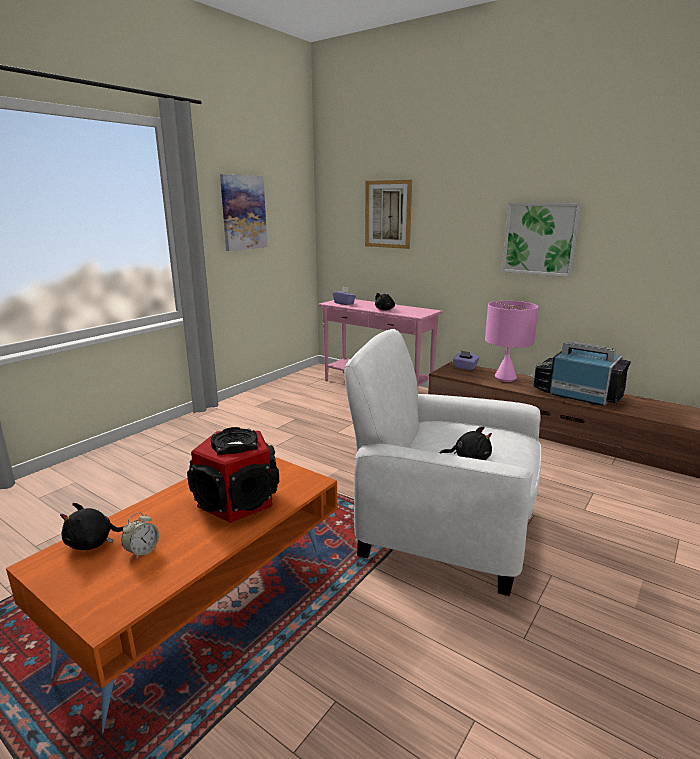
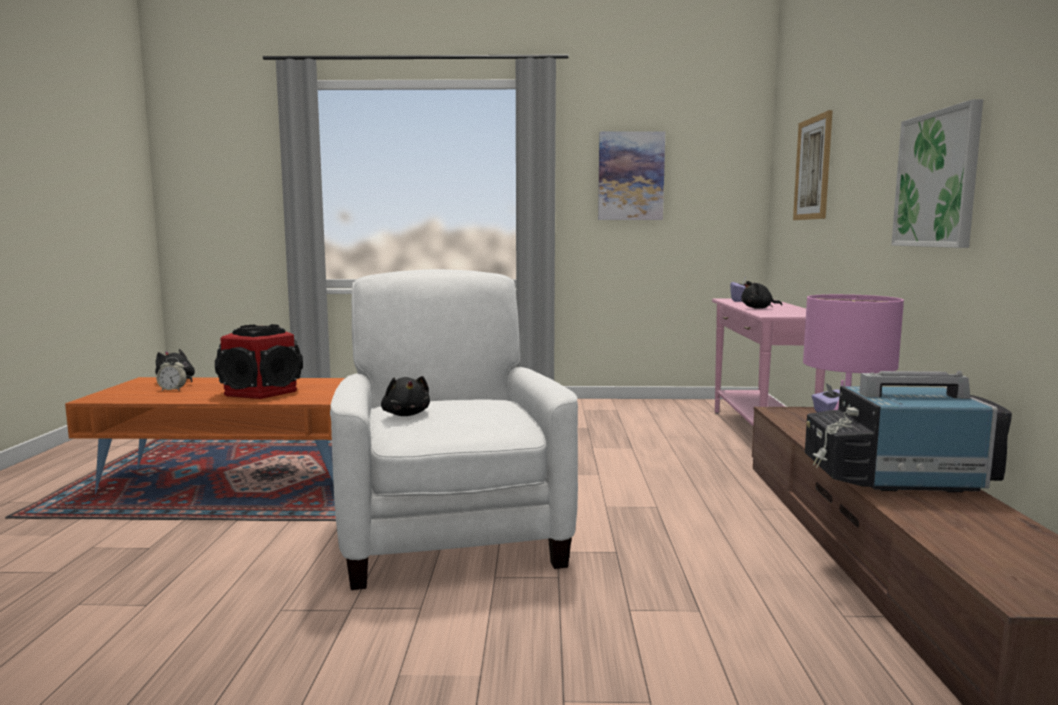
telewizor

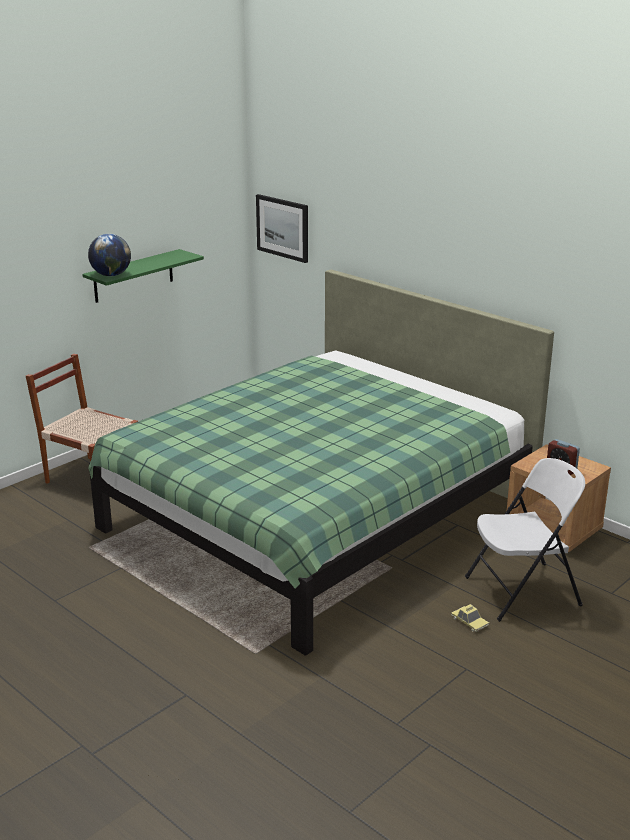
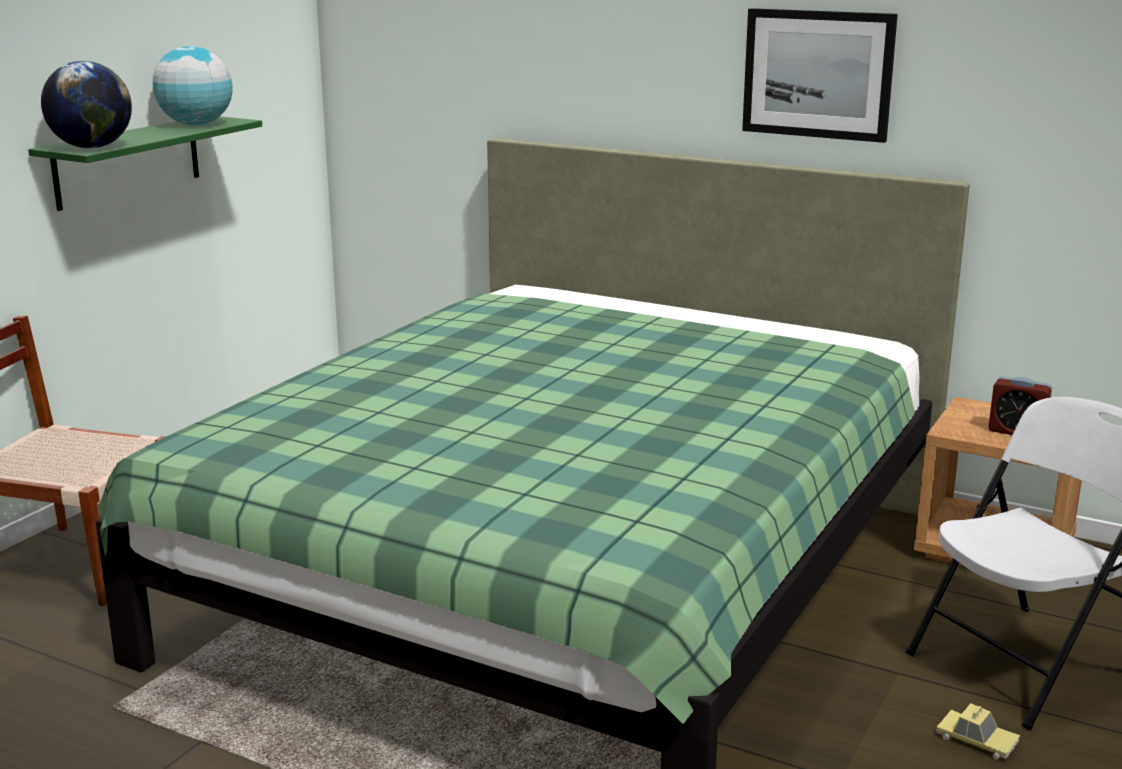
globus (2nd from left)
obraz

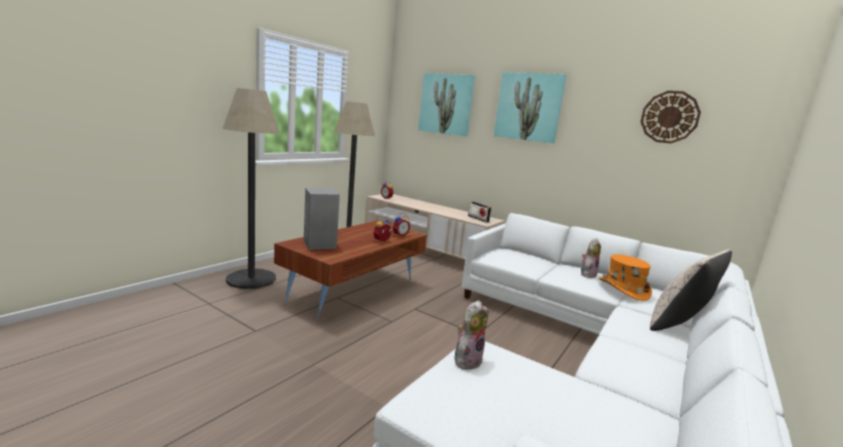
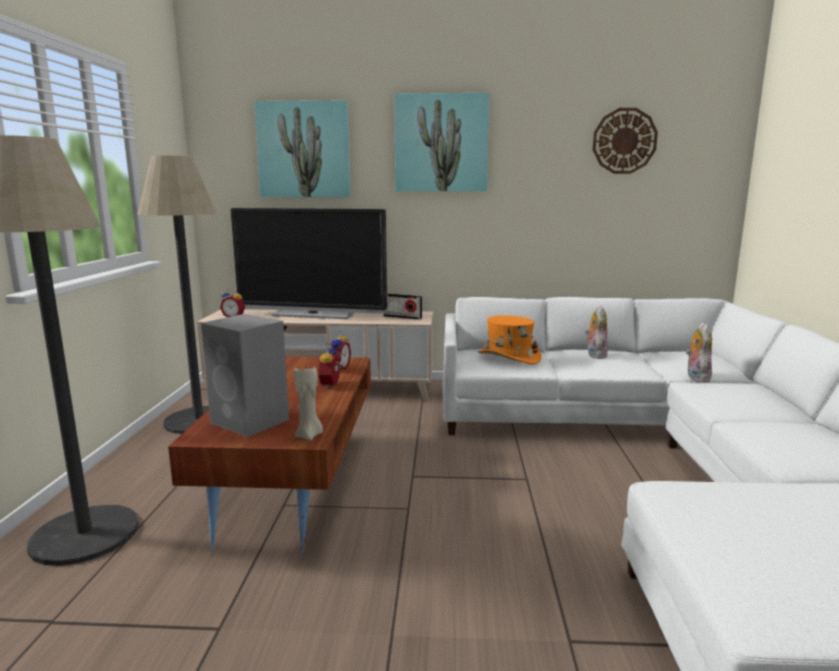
poduszka/beżowy
telewizor
świeca/beżowy
pluszak (2nd from left)
kapelusz/pomarańczowy

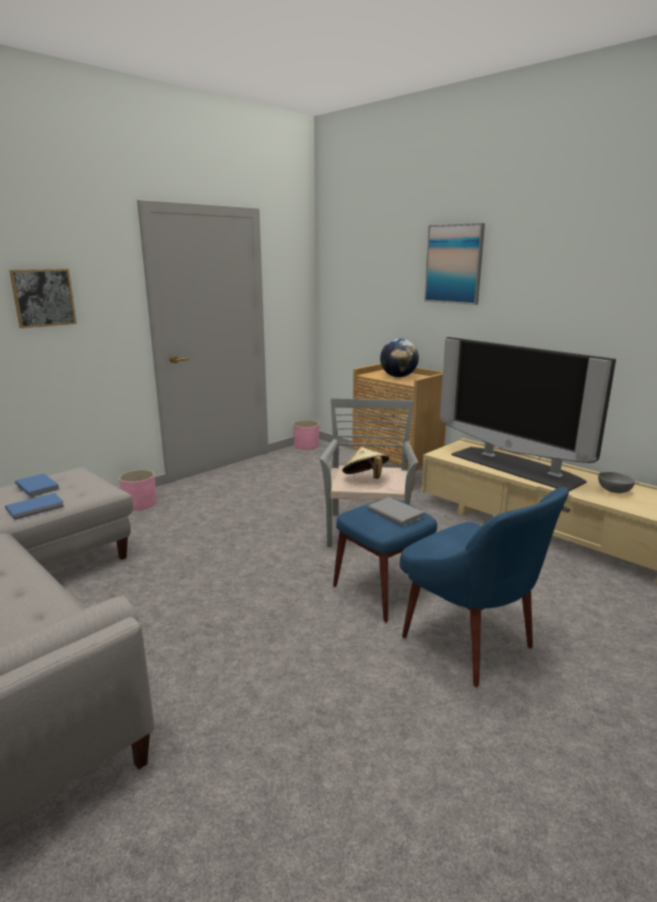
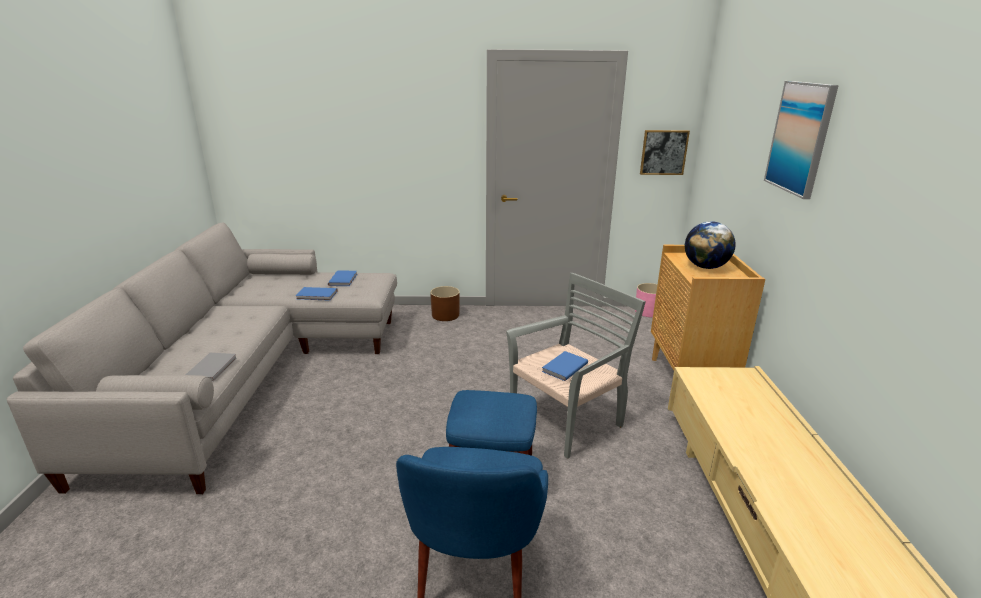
telewizor
miska/szary
obraz (1st from left)
książka/szary
książka/niebieski (3rd from left)
donica/brązowy

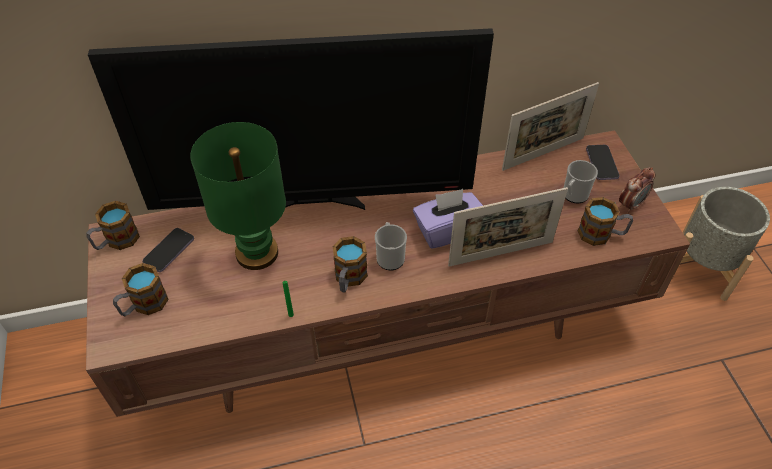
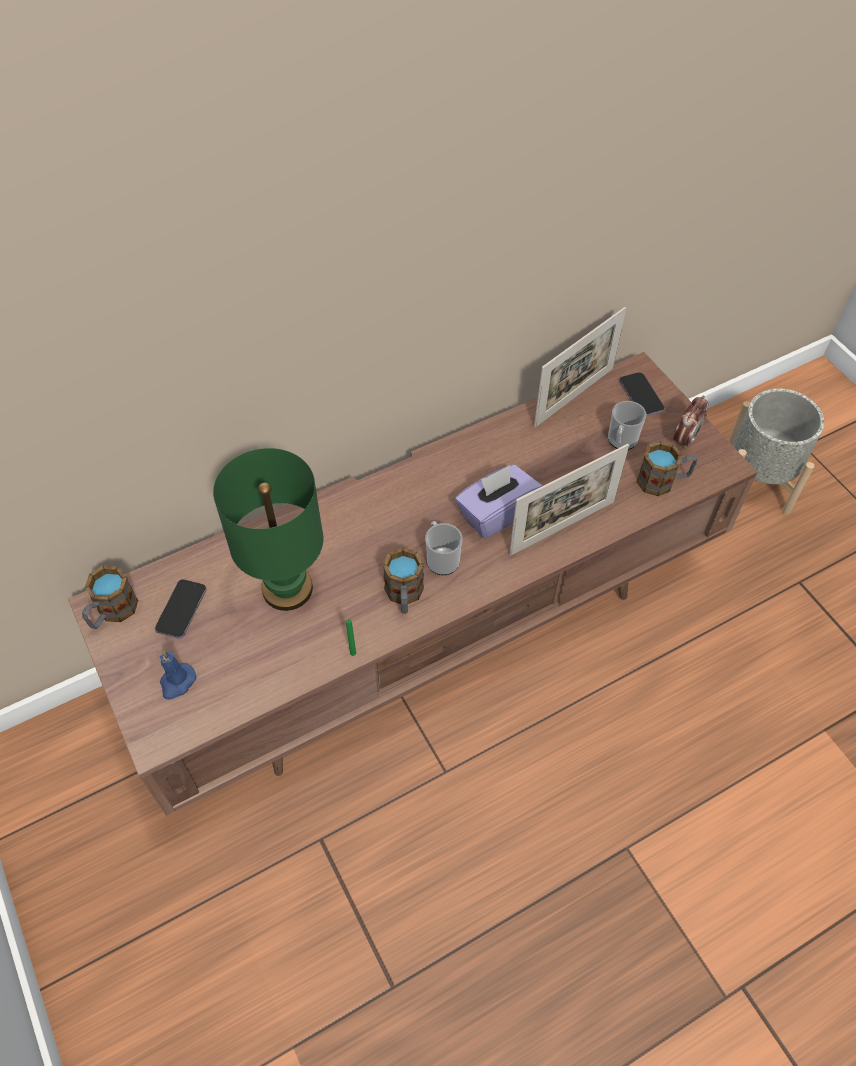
telewizor
świeca/niebieski

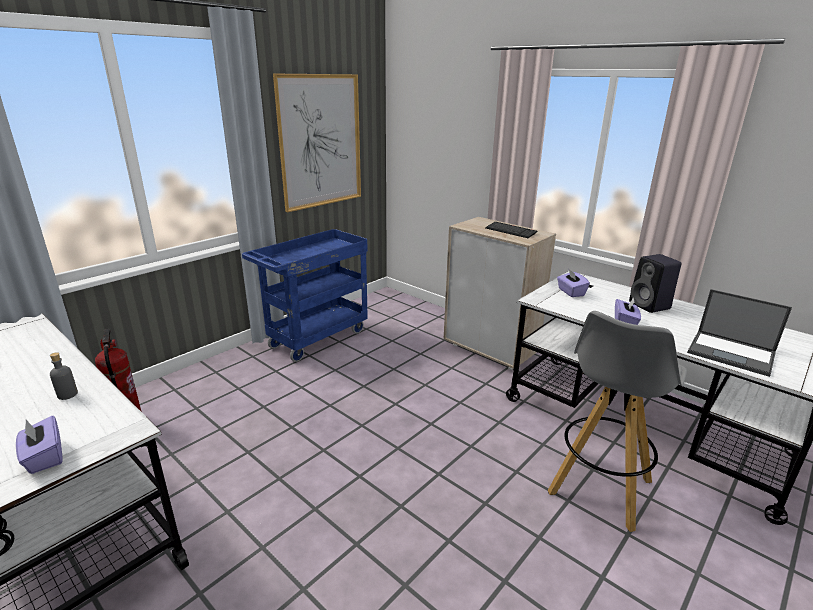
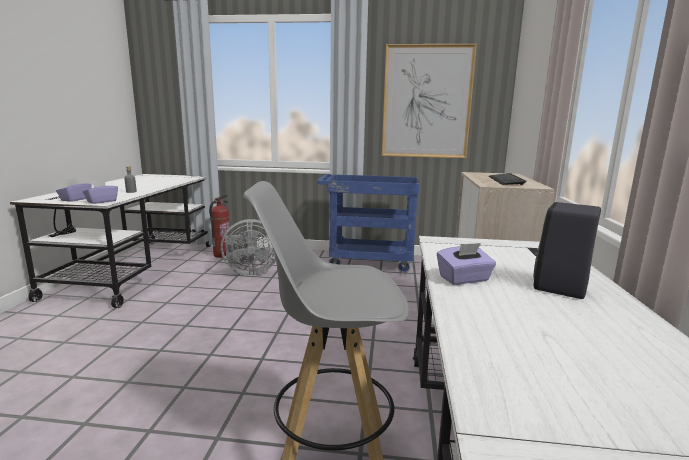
laptop
wentylator/szary
pudełko chusteczek/fioletowy (2nd from left)

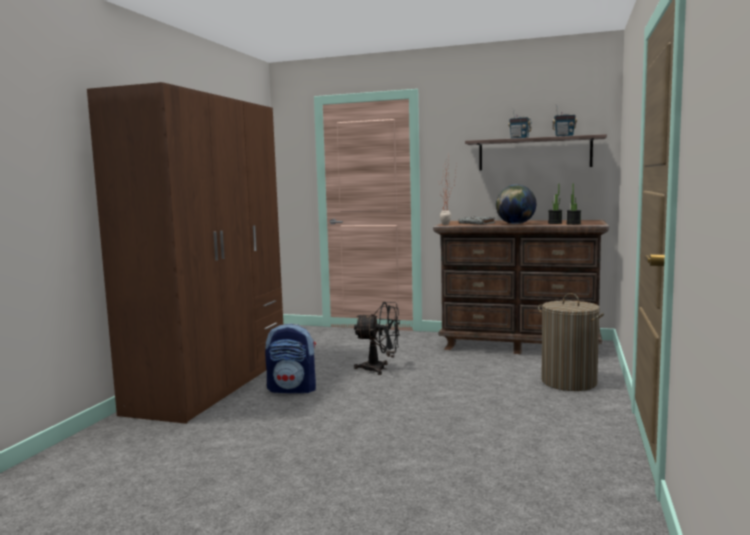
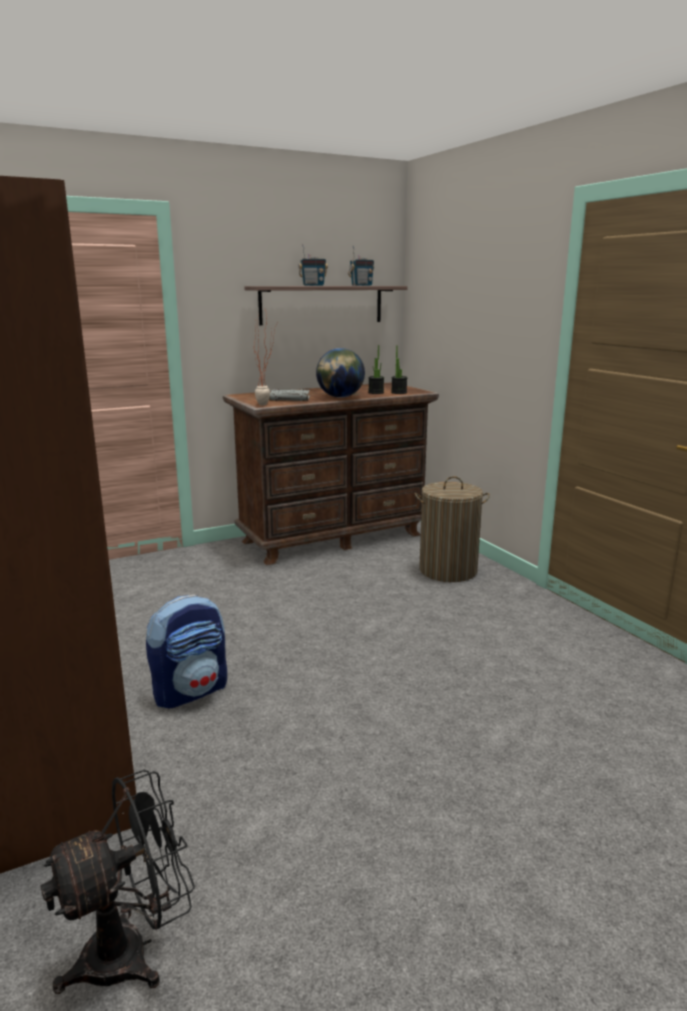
wentylator/czarny

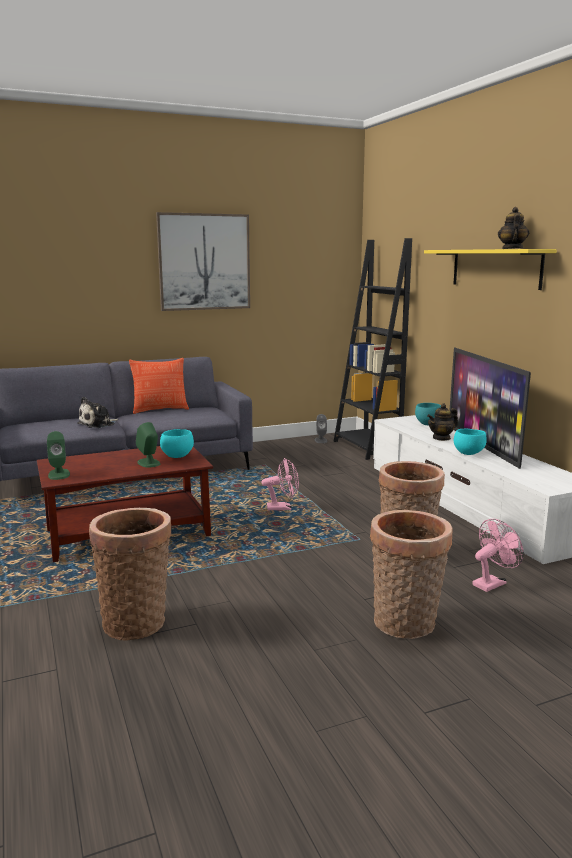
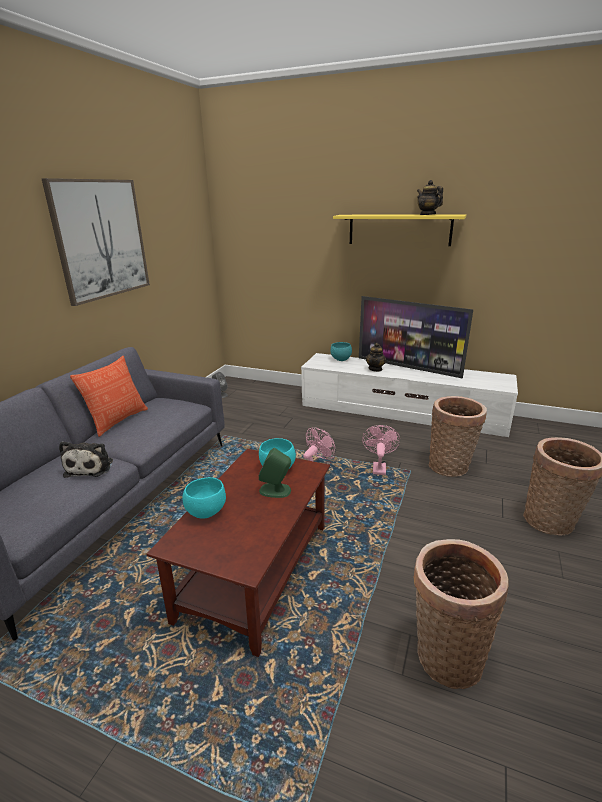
głośnik/zielony (1st from left in the first image)
regał/czarny
miska/turkusowy (1st from left)
wentylator/różowy (2nd from left)

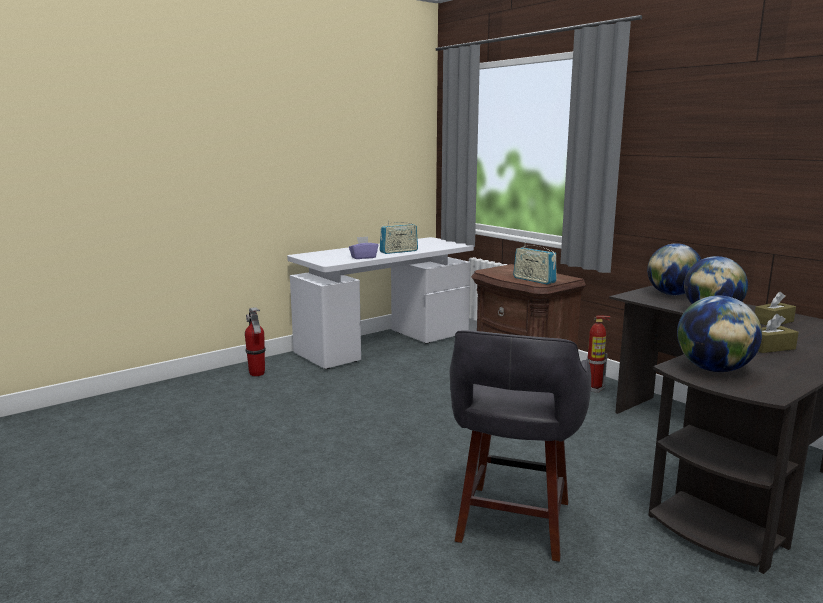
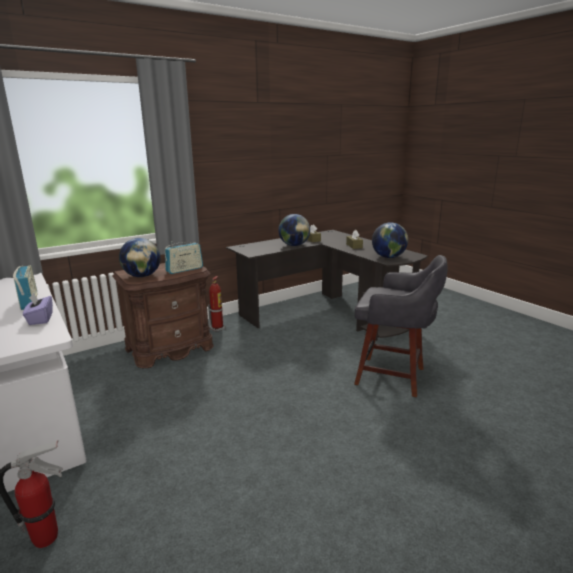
globus (1st from left)

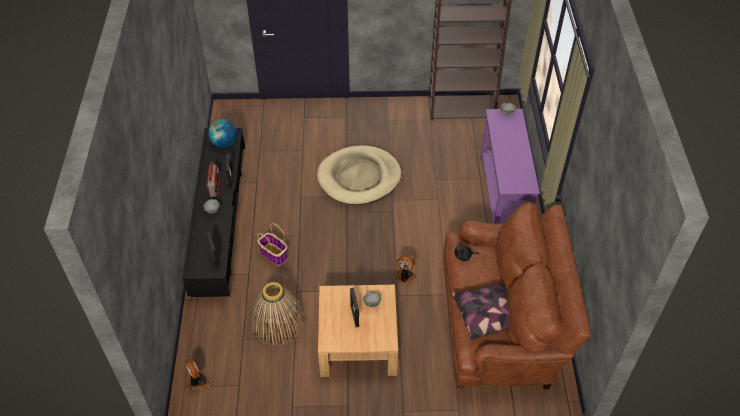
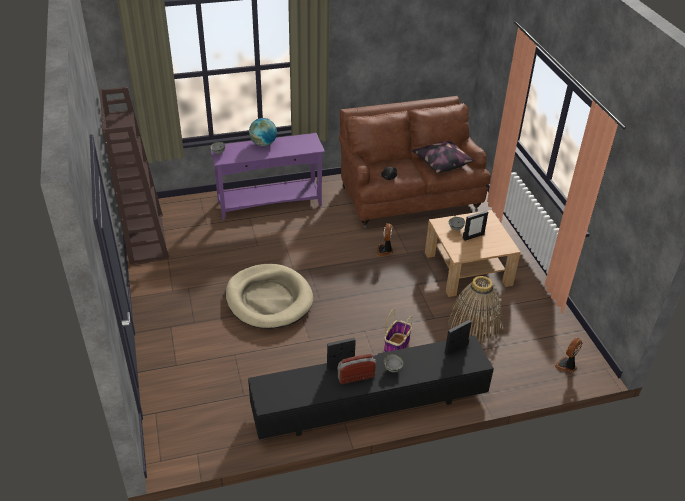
globus

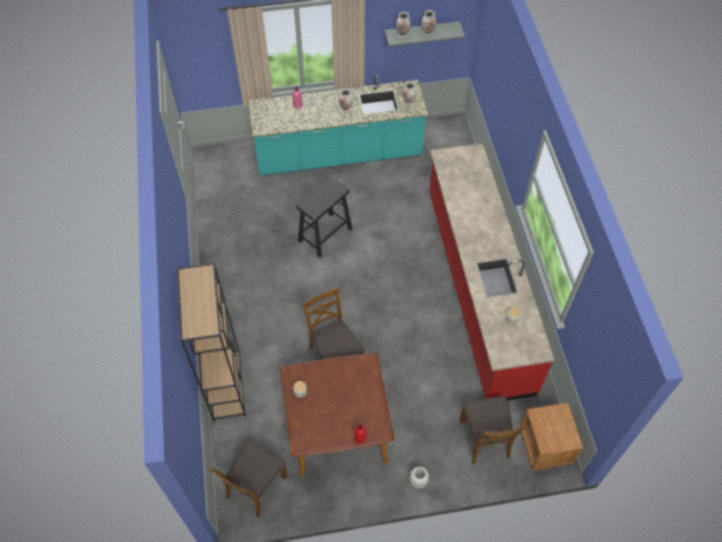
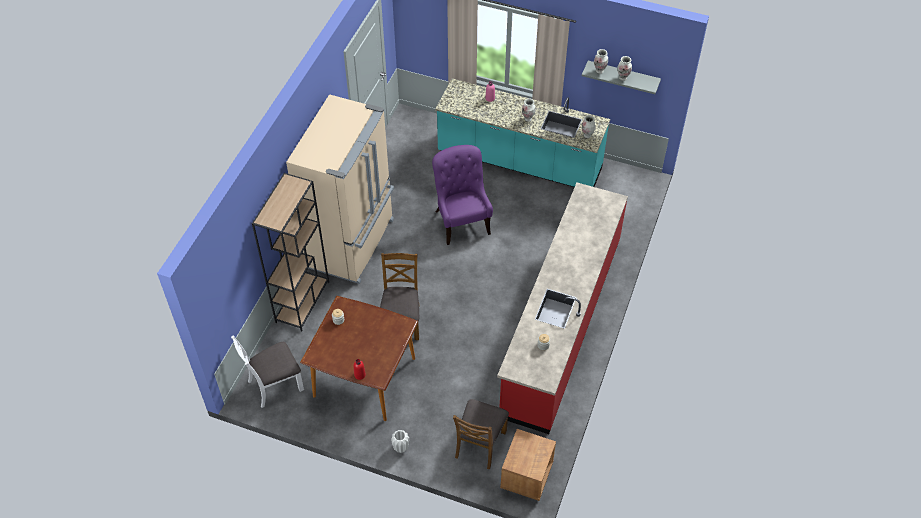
lodówka/beżowy
krzesło/fioletowy
krzesło/biały

